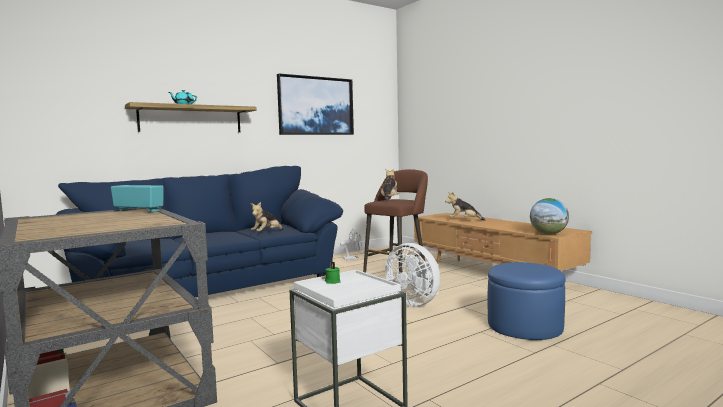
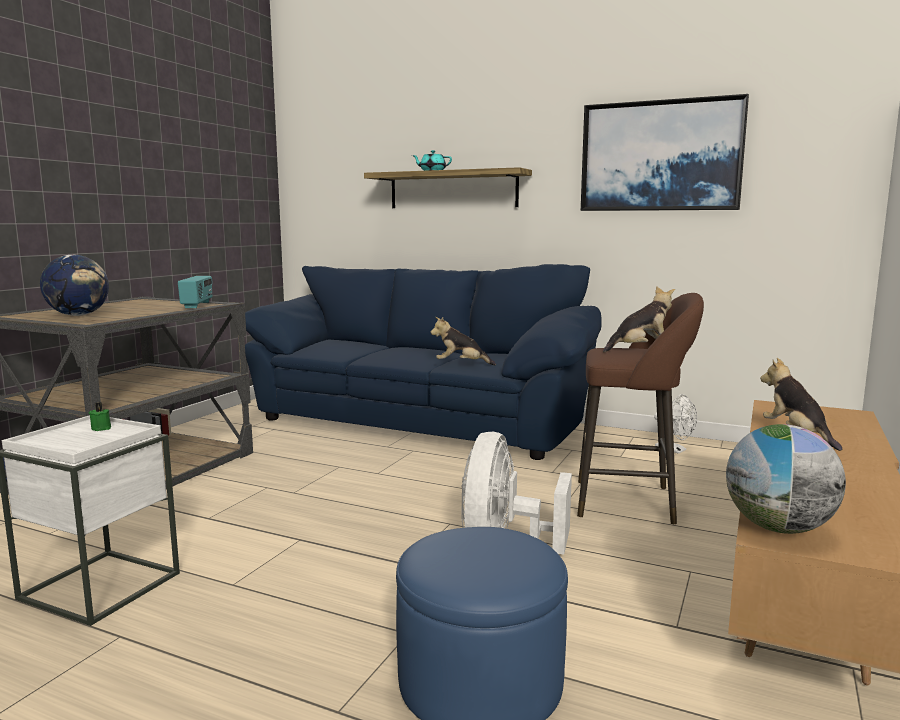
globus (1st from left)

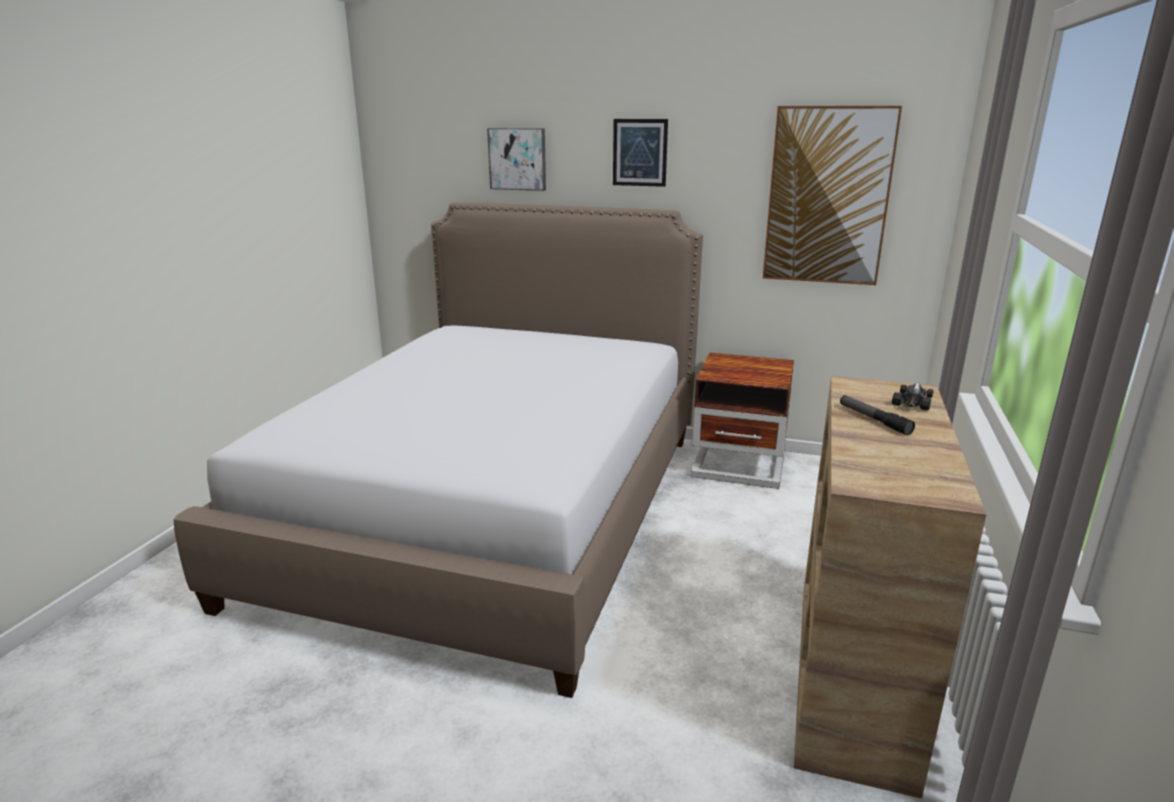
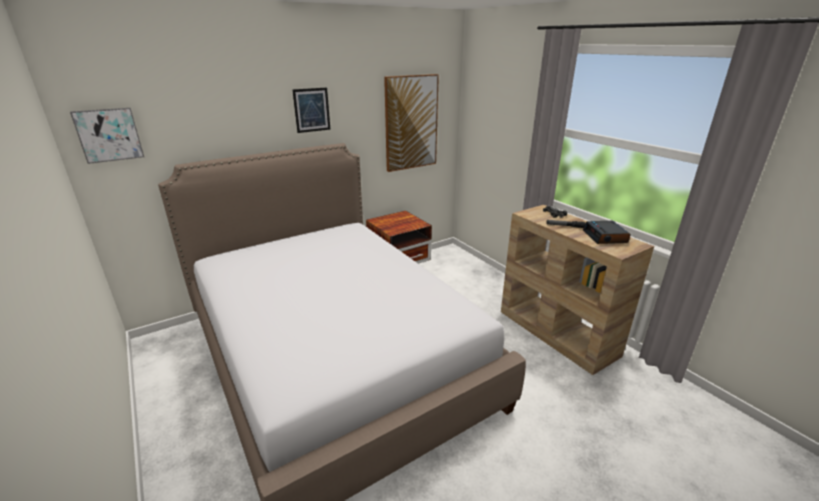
budzik
obraz (1st from left)

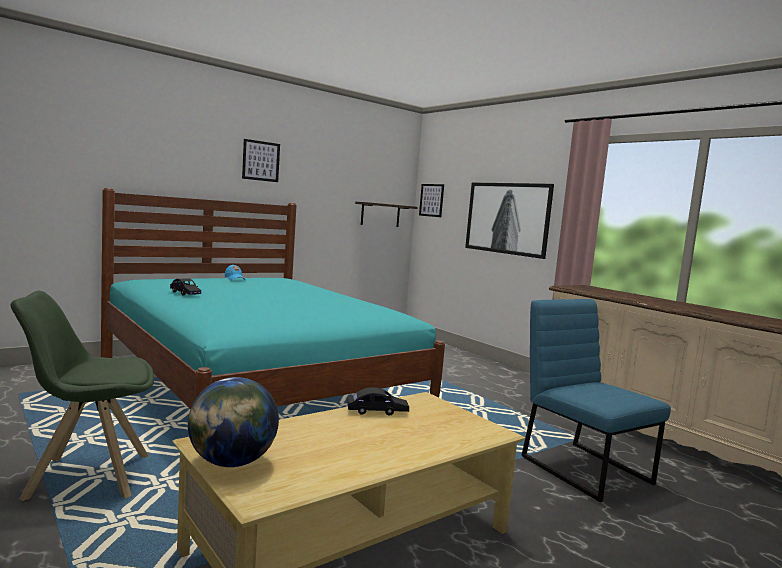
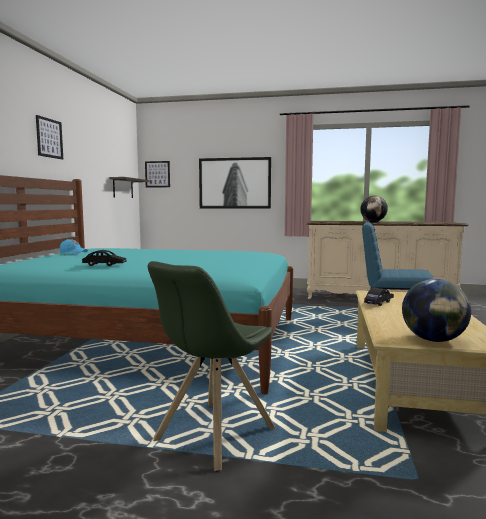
globus (1st from left)

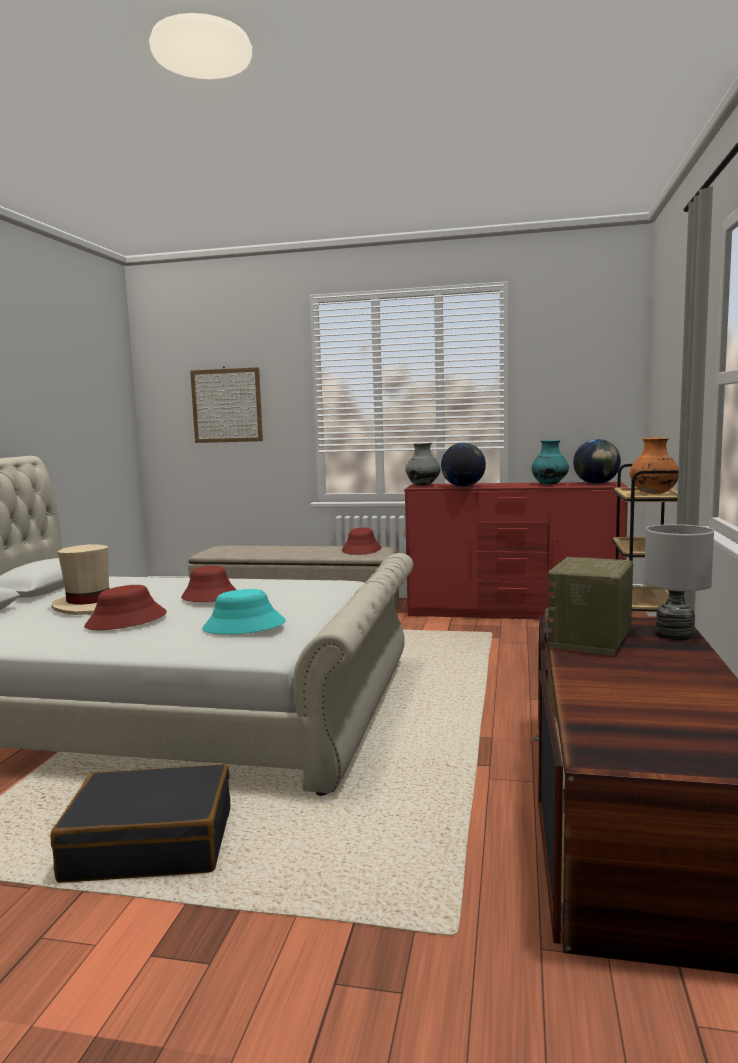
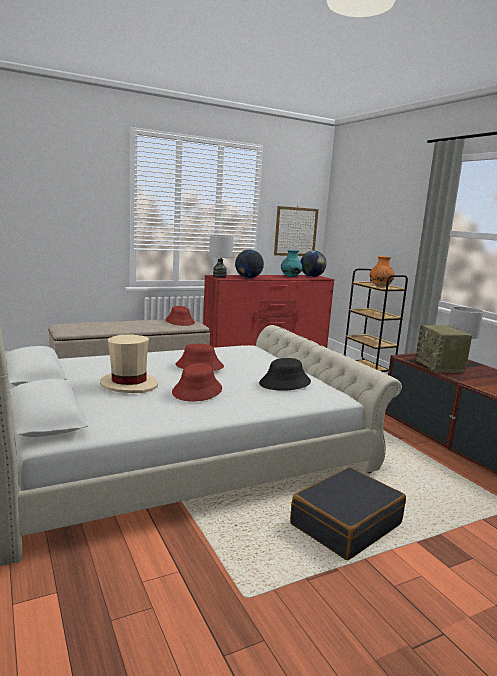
obraz
lampa stołowa/szary (1st from left)
kapelusz/czarny

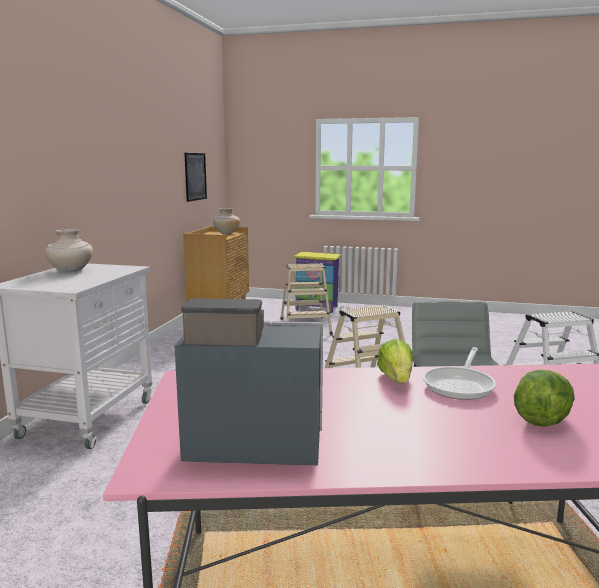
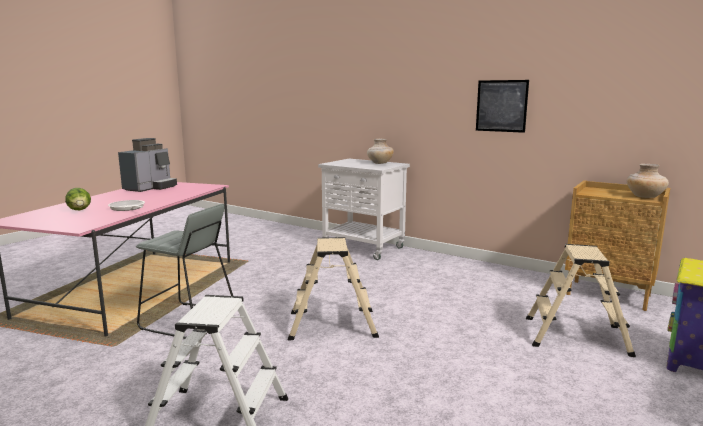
sałata (1st from left in the first image)
obraz

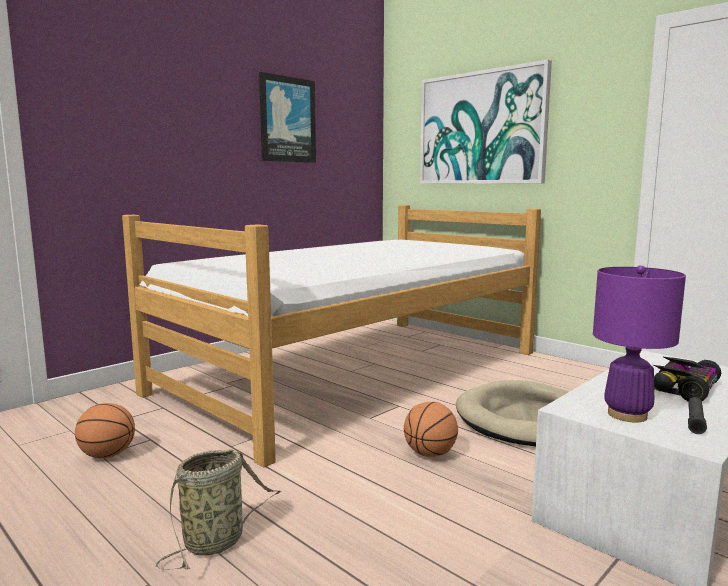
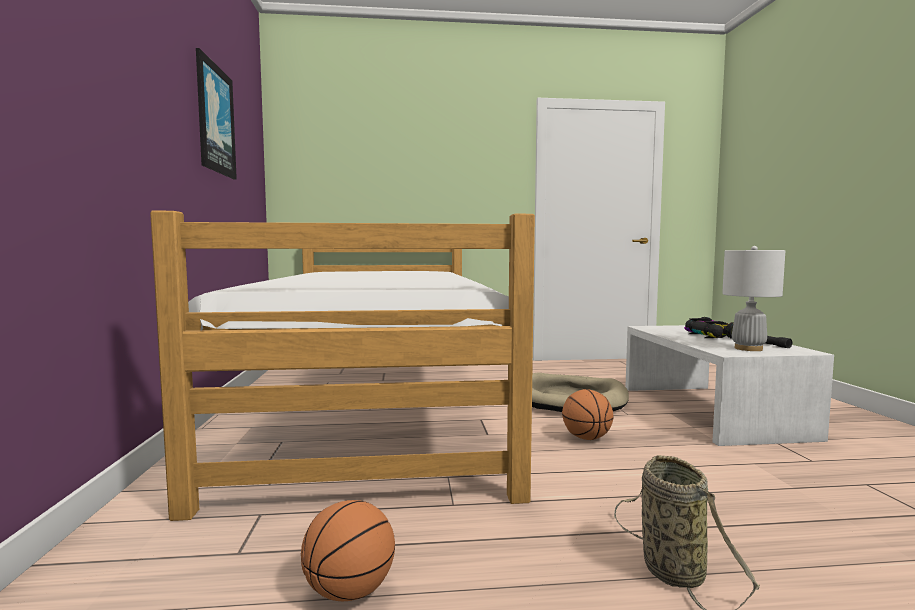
obraz (2nd from left in the first image)
lampa stołowa/biały

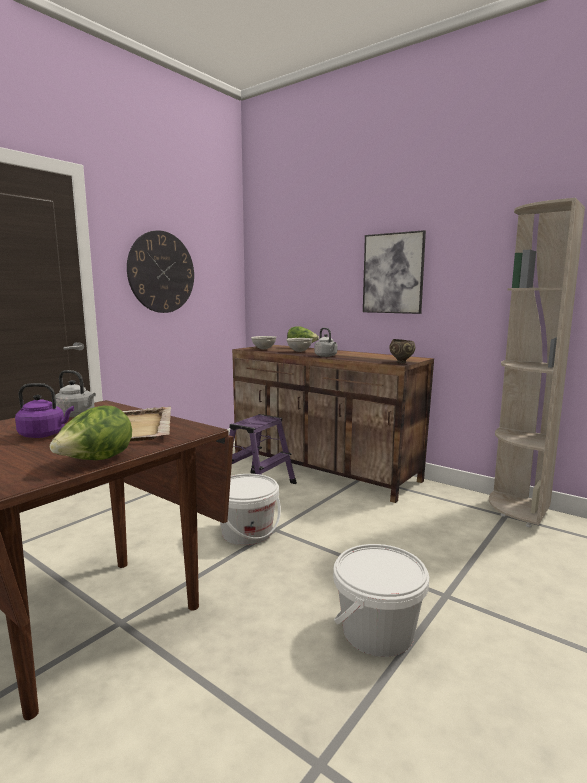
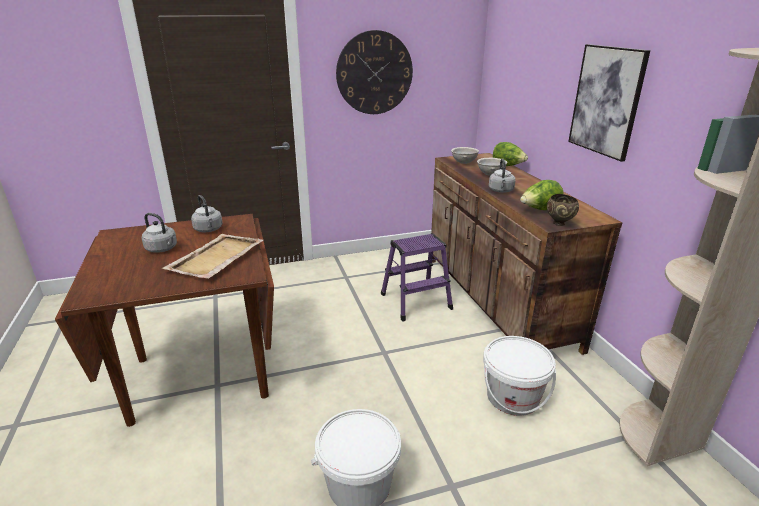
sałata (2nd from left)
wiadro/biały (2nd from left)
czajnik/szary (1st from left)

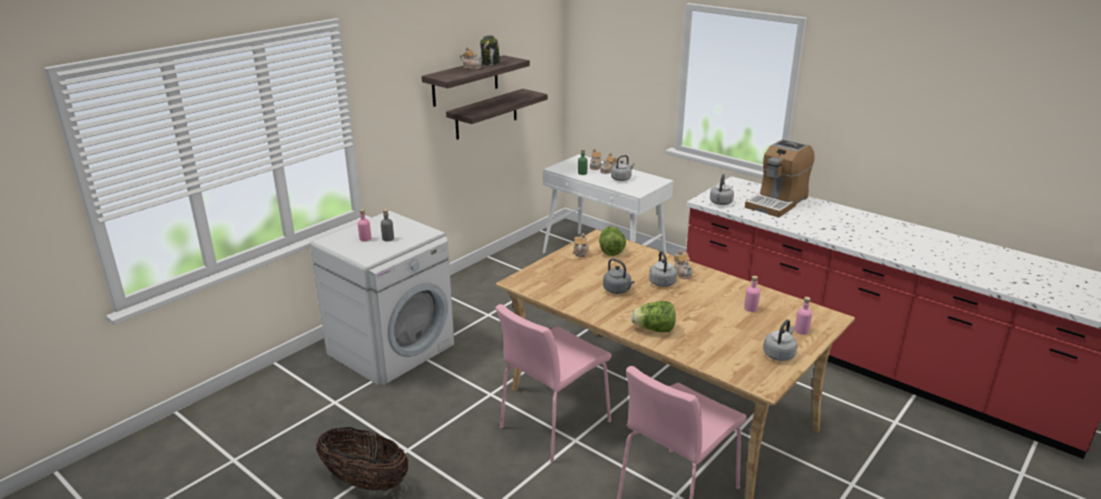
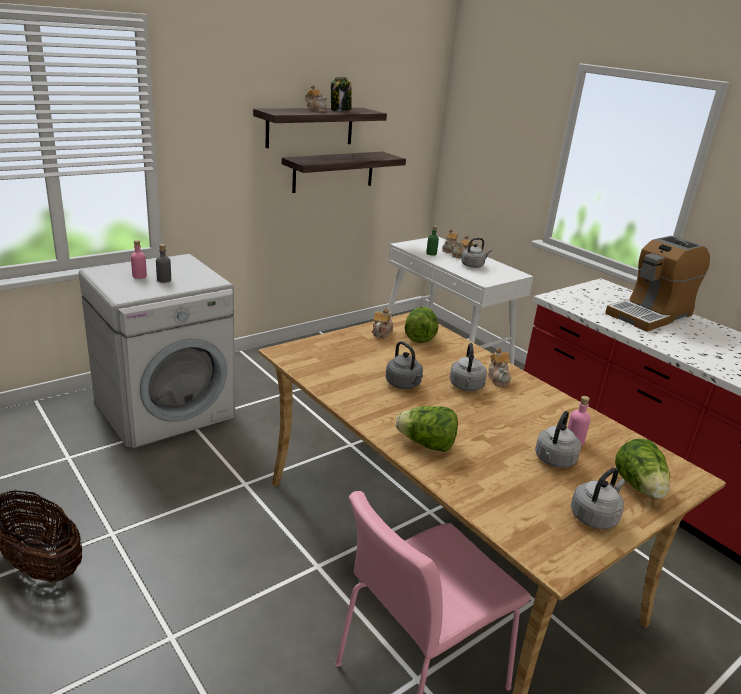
krzesło/różowy (1st from left in the first image)
czajnik/szary (4th from left)
sałata (3rd from left)

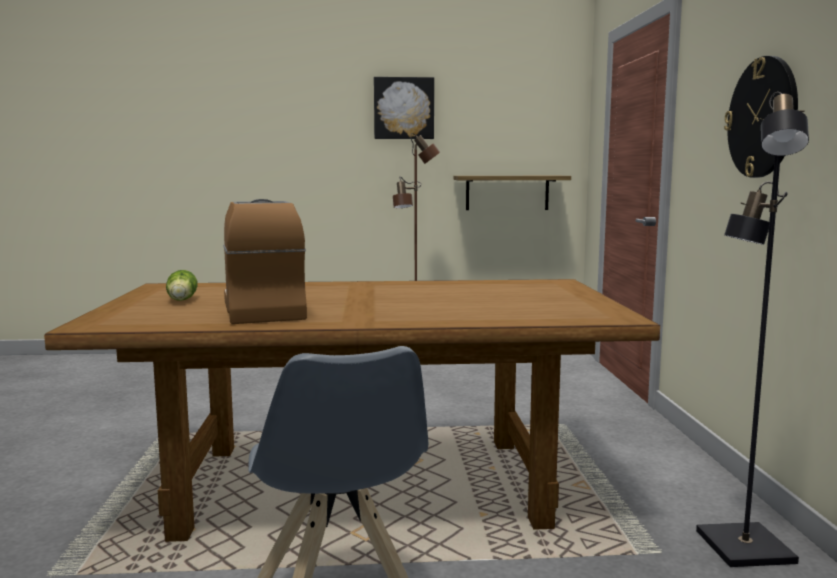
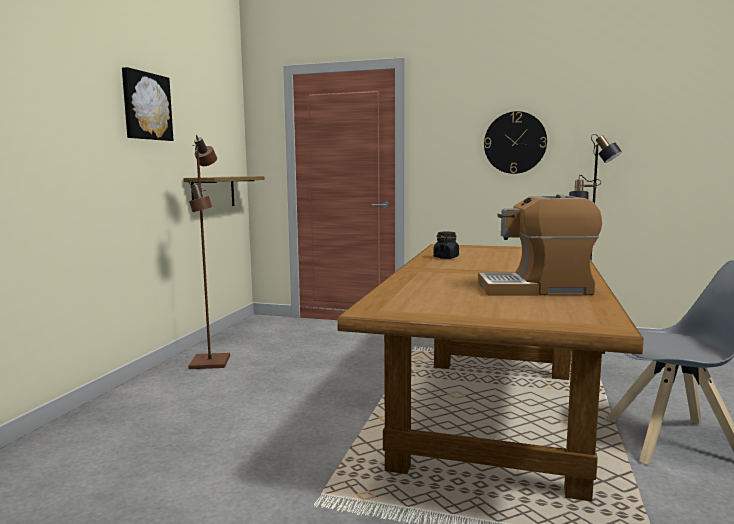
sałata
słoik/czarny

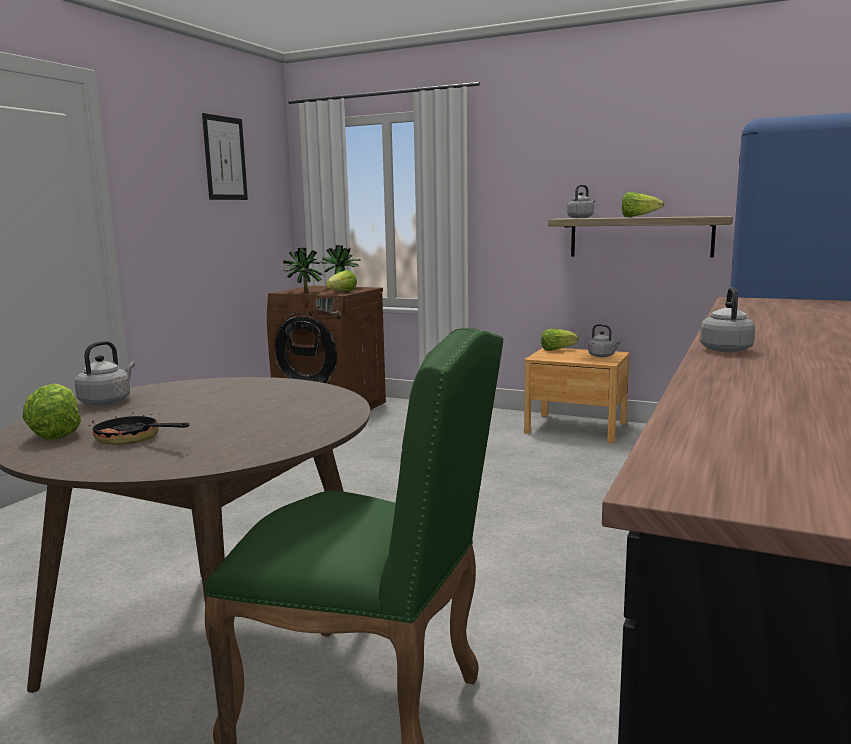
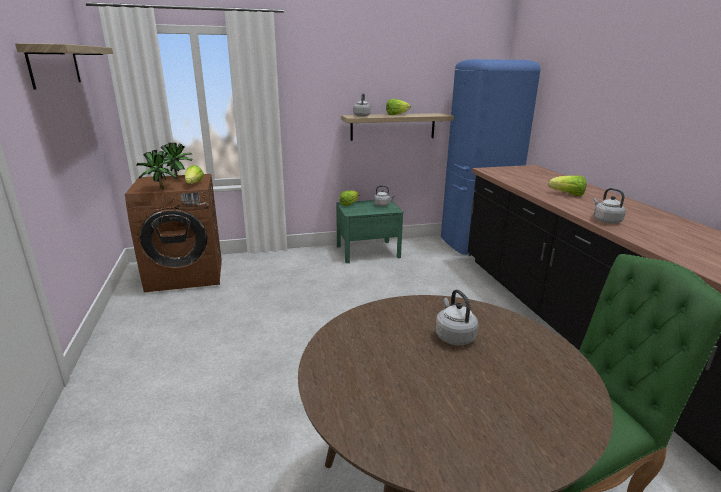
patelnia
sałata (4th from left)
czajnik/szary (3rd from left)
półka (1st from left)
szafka nocna/zielony

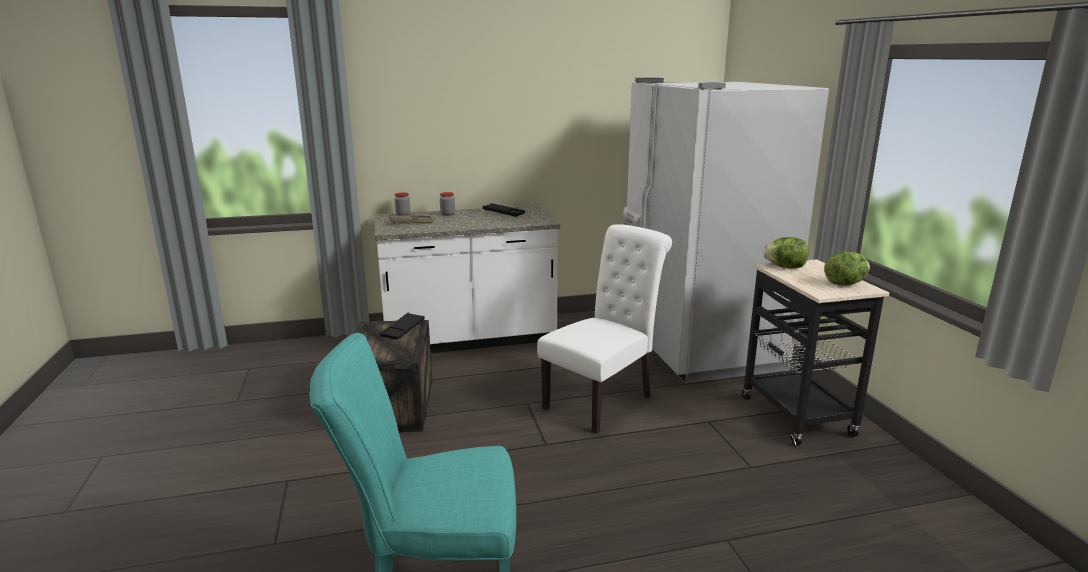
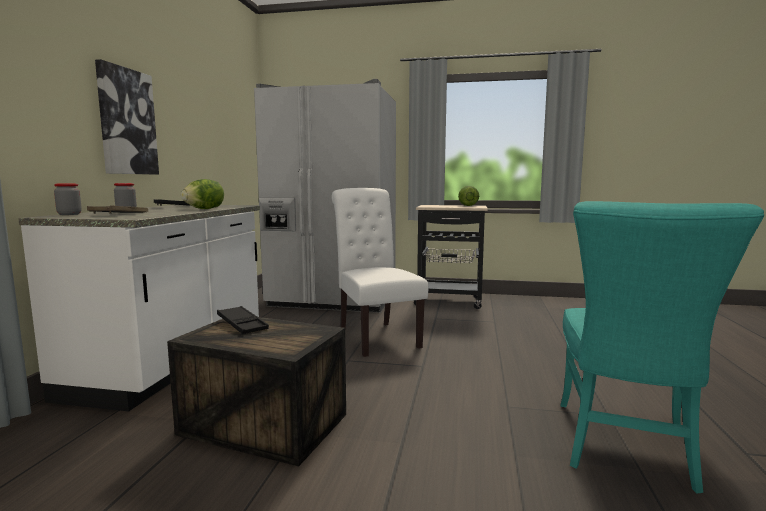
obraz
sałata (1st from left)

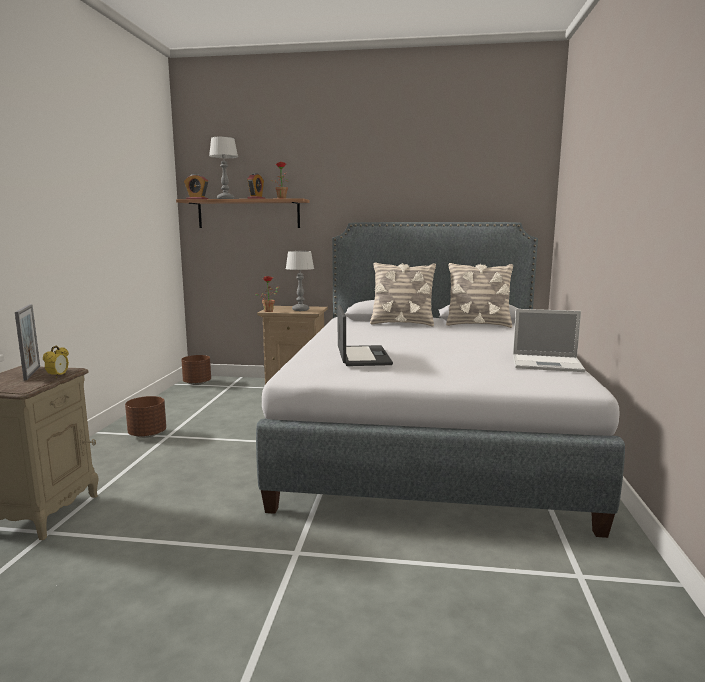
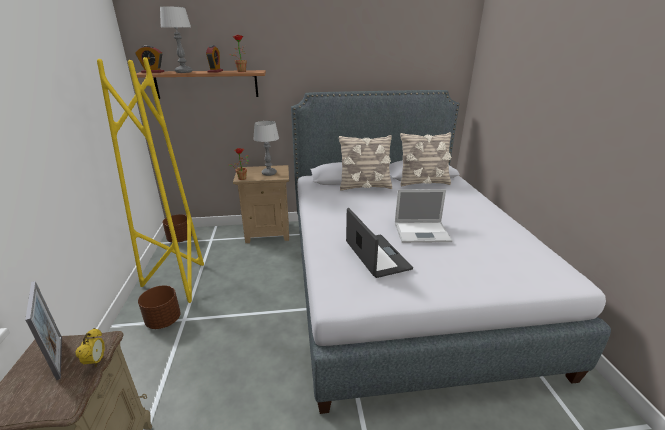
wieszak/żółty
laptop (2nd from left)

